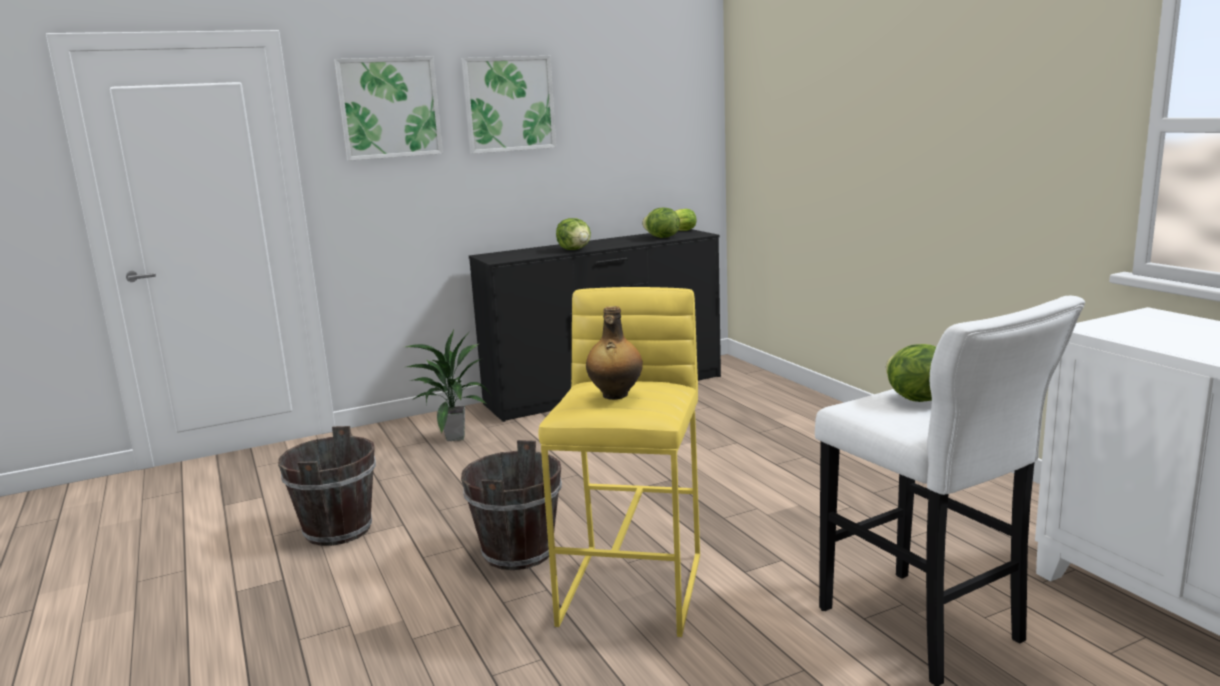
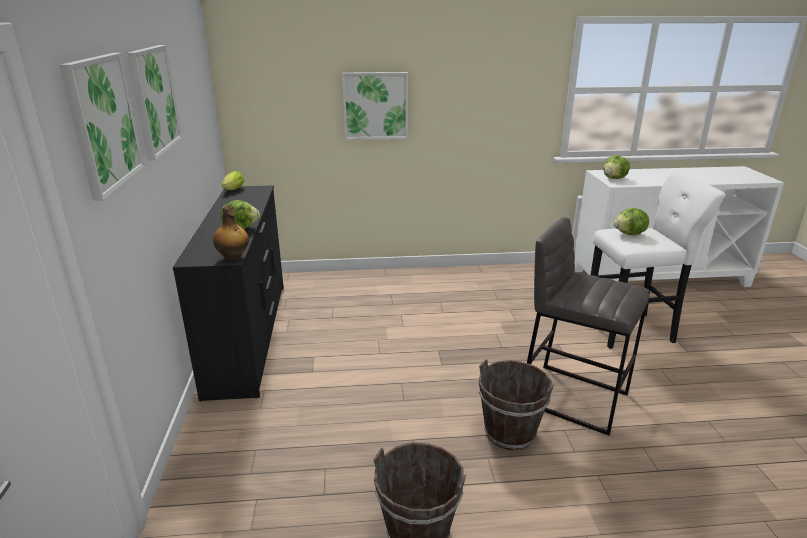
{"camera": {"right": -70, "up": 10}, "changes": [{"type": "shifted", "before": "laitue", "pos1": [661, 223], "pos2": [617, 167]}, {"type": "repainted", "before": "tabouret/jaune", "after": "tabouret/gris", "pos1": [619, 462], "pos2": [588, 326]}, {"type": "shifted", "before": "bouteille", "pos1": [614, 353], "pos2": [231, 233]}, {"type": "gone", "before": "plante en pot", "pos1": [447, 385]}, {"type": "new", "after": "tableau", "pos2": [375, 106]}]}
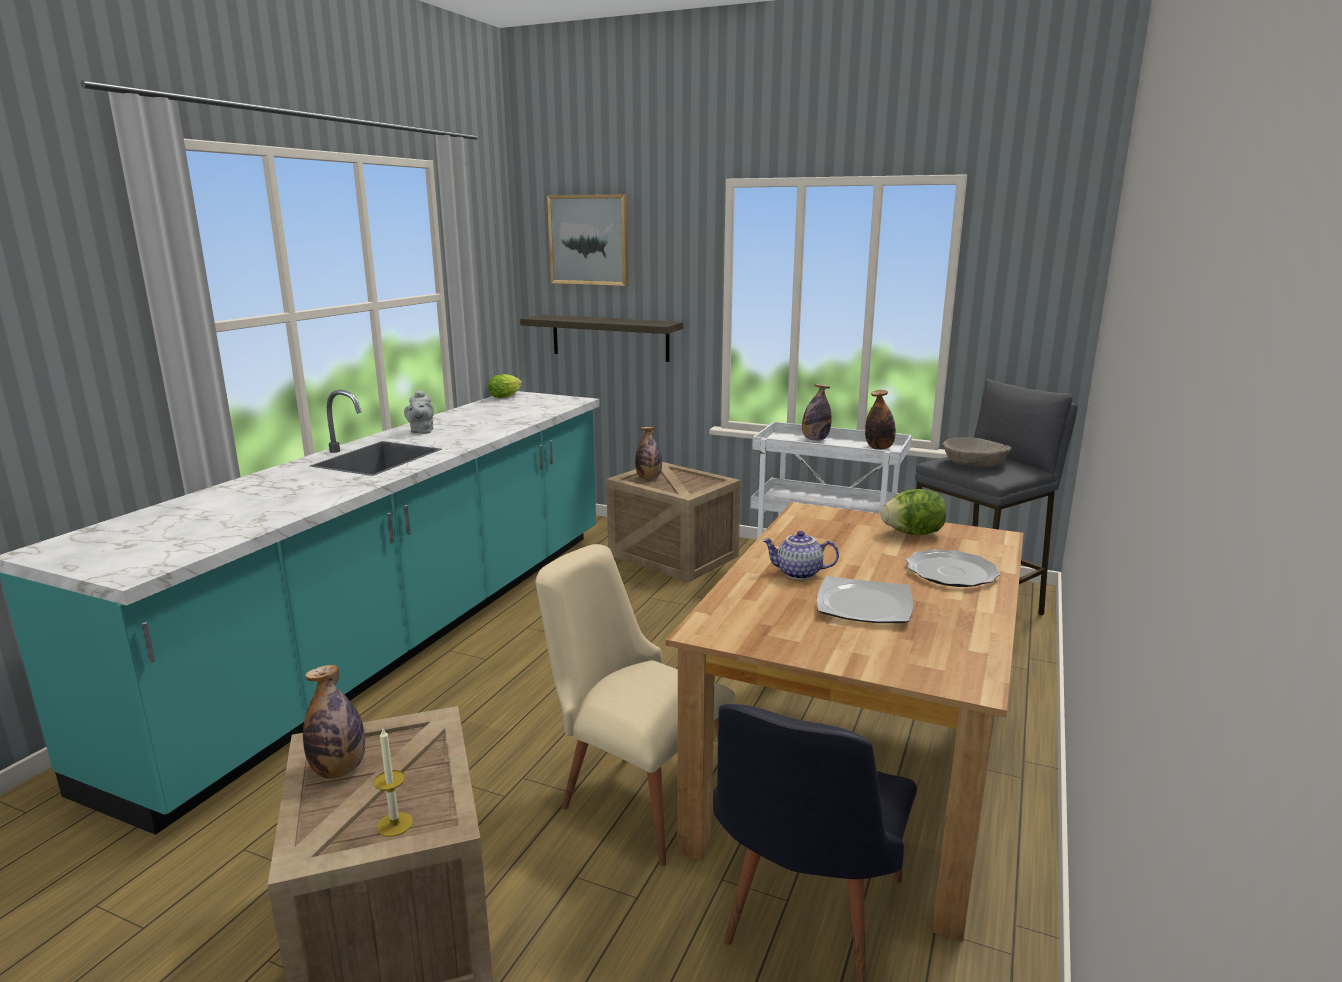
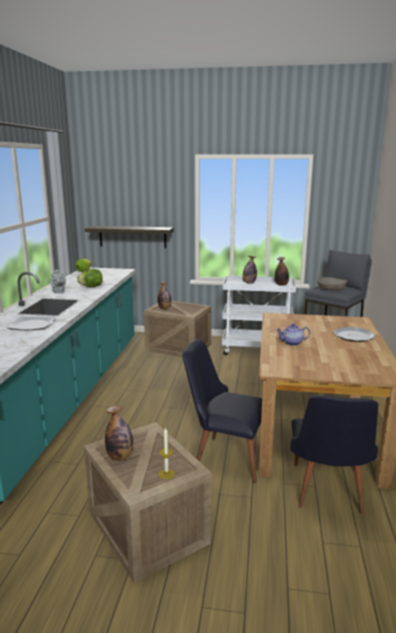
{"camera": {"right": -15, "up": 0}, "changes": [{"type": "gone", "before": "tableau", "pos1": [587, 240]}, {"type": "shifted", "before": "laitue", "pos1": [913, 512], "pos2": [90, 278]}, {"type": "repainted", "before": "chaise/beige", "after": "chaise/noir", "pos1": [635, 705], "pos2": [222, 411]}, {"type": "shifted", "before": "assiette", "pos1": [865, 599], "pos2": [31, 323]}]}
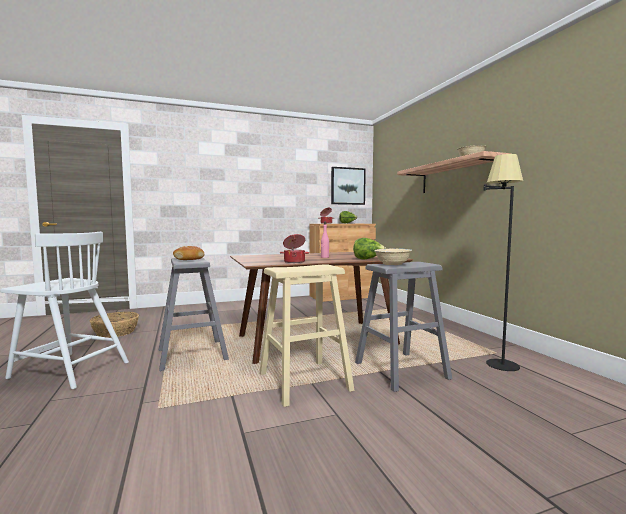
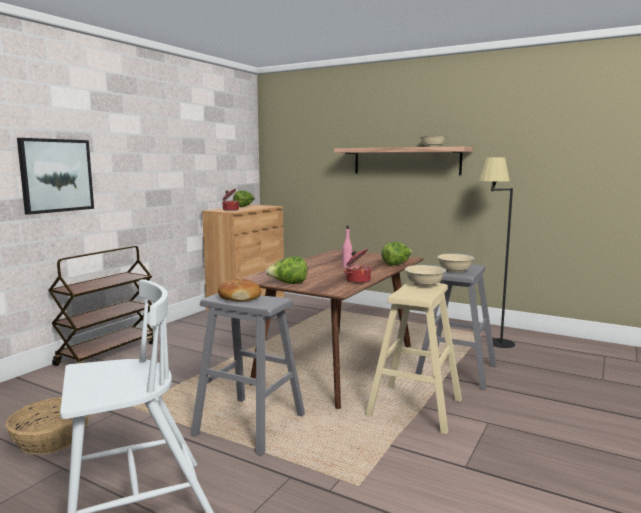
{"camera": {"right": -40, "up": 5}, "changes": [{"type": "shifted", "before": "tableau", "pos1": [348, 186], "pos2": [55, 176]}, {"type": "new", "after": "chariot/marron", "pos2": [100, 306]}, {"type": "new", "after": "laitue", "pos2": [286, 270]}, {"type": "new", "after": "bol/beige", "pos2": [425, 276]}]}
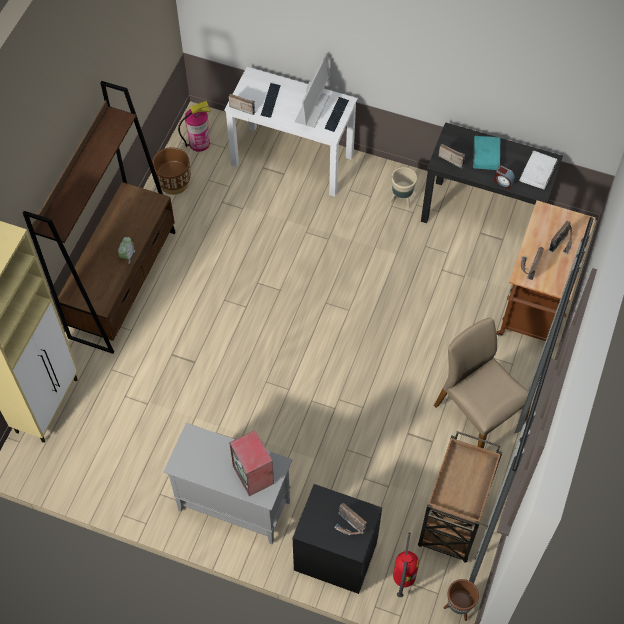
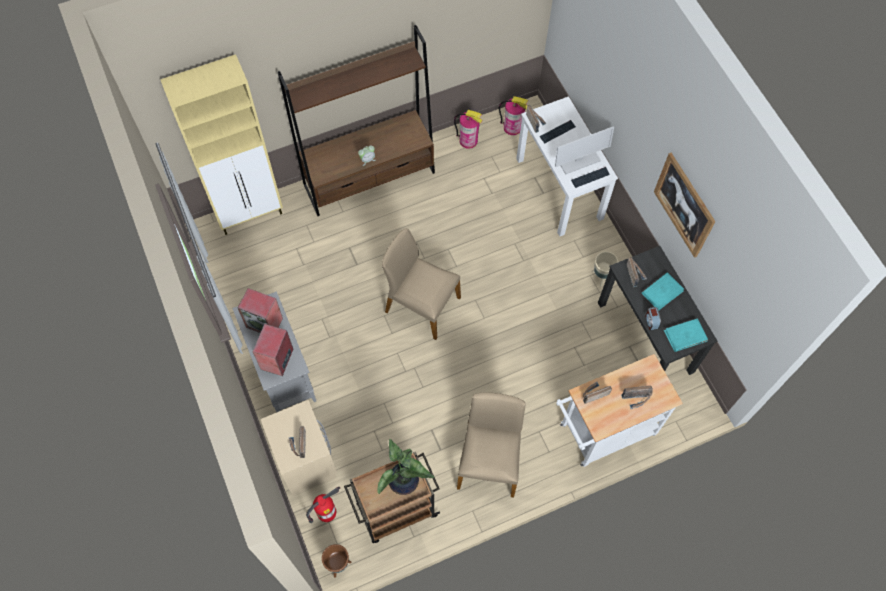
{"camera": {"right": 45, "up": 5}, "changes": [{"type": "swapped", "before": "cache-pot/marron", "after": "extincteur", "pos1": [171, 171], "pos2": [468, 129]}, {"type": "repainted", "before": "livre/blanc", "after": "livre/turquoise", "pos1": [538, 169], "pos2": [686, 335]}, {"type": "repainted", "before": "chariot/marron", "after": "chariot/blanc", "pos1": [546, 271], "pos2": [619, 410]}, {"type": "repainted", "before": "table de chevet/noir", "after": "table de chevet/beige", "pos1": [337, 539], "pos2": [298, 447]}, {"type": "new", "after": "tableau", "pos2": [685, 205]}, {"type": "new", "after": "chaise/beige", "pos2": [421, 284]}, {"type": "new", "after": "enceinte", "pos2": [260, 310]}, {"type": "new", "after": "plante en pot", "pos2": [405, 467]}]}
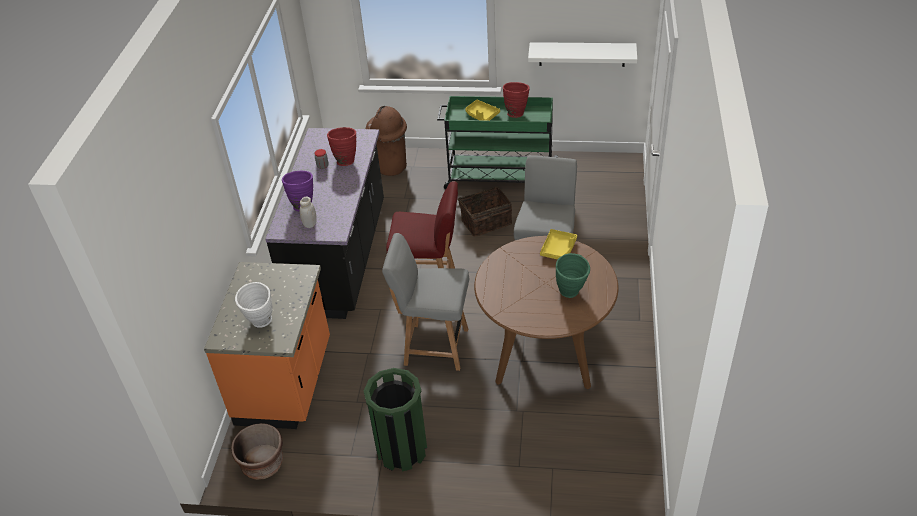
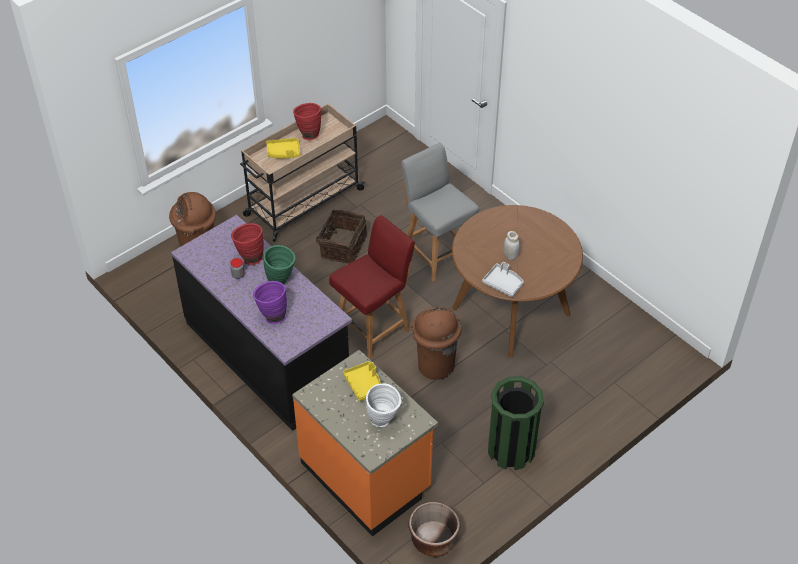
{"camera": {"right": -50, "up": 5}, "changes": [{"type": "gone", "before": "étagère/blanc", "pos1": [582, 54]}, {"type": "repainted", "before": "chariot/vert", "after": "chariot/beige", "pos1": [497, 143], "pos2": [303, 173]}, {"type": "shifted", "before": "bocal/blanc", "pos1": [308, 212], "pos2": [511, 245]}, {"type": "shifted", "before": "plateau/jaune", "pos1": [558, 244], "pos2": [362, 381]}, {"type": "swapped", "before": "chaise/gris", "after": "poubelle/marron", "pos1": [425, 302], "pos2": [436, 343]}, {"type": "shifted", "before": "vase/vert", "pos1": [573, 275], "pos2": [279, 265]}, {"type": "new", "after": "plateau/gris", "pos2": [503, 279]}]}
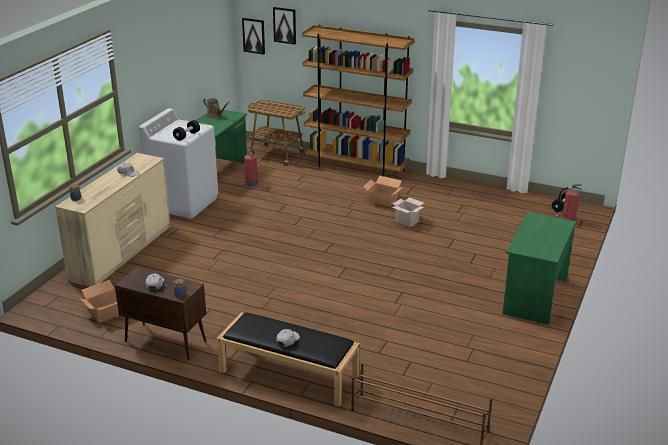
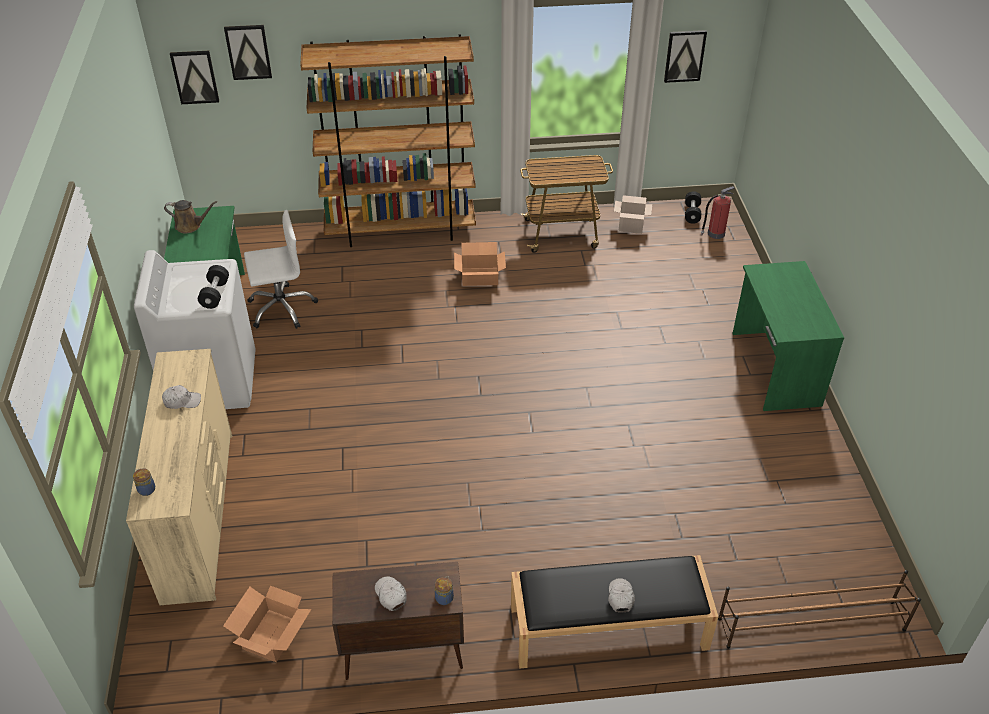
{"camera": {"right": -30, "up": 15}, "changes": [{"type": "shifted", "before": "chariot", "pos1": [276, 133], "pos2": [566, 204]}, {"type": "swapped", "before": "extincteur", "after": "chaise de bureau/blanc", "pos1": [251, 167], "pos2": [281, 269]}, {"type": "shifted", "before": "carton", "pos1": [408, 212], "pos2": [633, 214]}, {"type": "new", "after": "tableau", "pos2": [685, 56]}]}
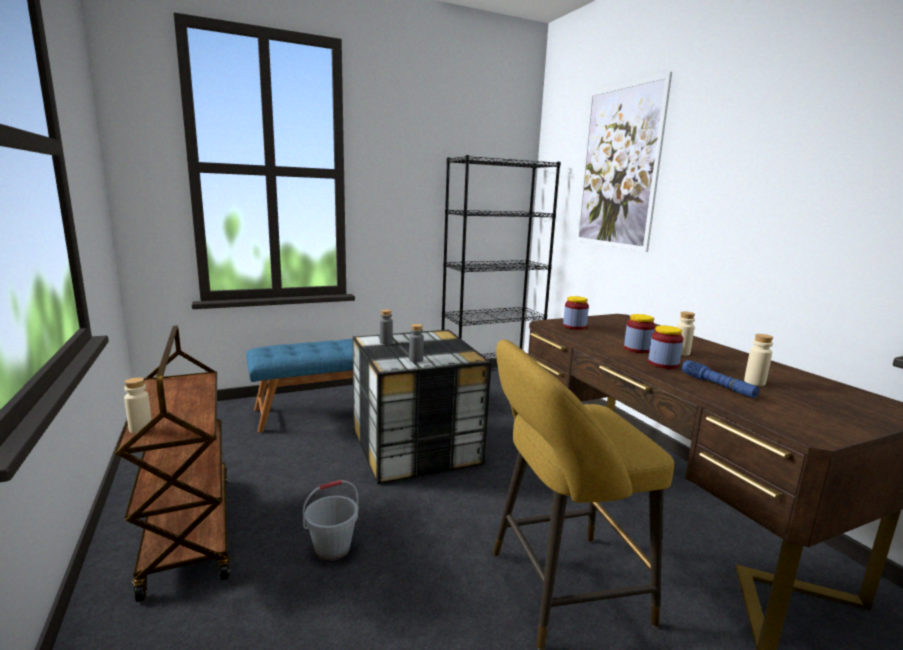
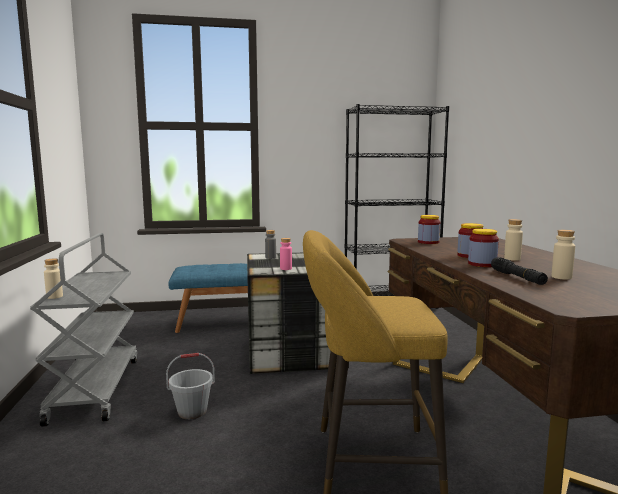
{"camera": {"right": 15, "up": -5}, "changes": [{"type": "gone", "before": "tableau", "pos1": [624, 162]}, {"type": "repainted", "before": "bouteille/gris", "after": "bouteille/rose", "pos1": [416, 343], "pos2": [286, 254]}, {"type": "repainted", "before": "chariot/marron", "after": "chariot/gris", "pos1": [172, 464], "pos2": [83, 330]}, {"type": "repainted", "before": "lampe de poche/bleu", "after": "lampe de poche/noir", "pos1": [721, 379], "pos2": [519, 271]}]}
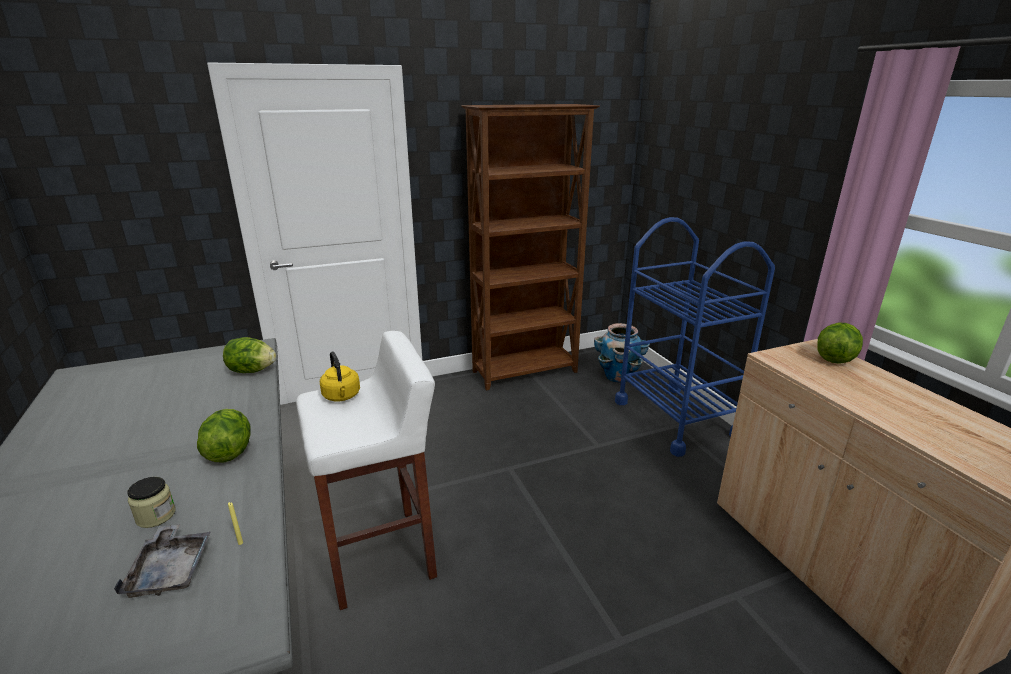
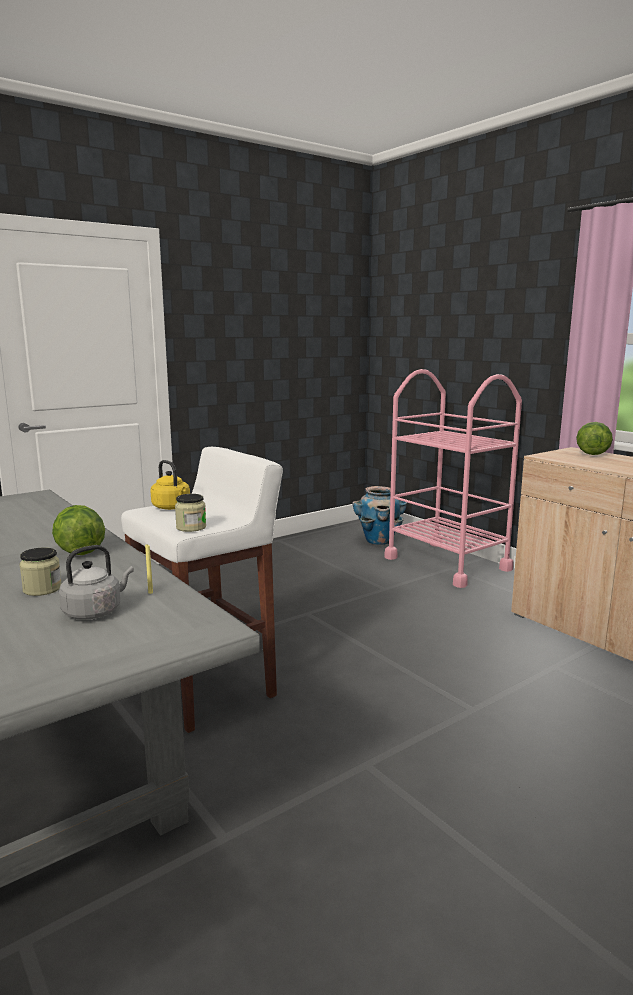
{"camera": {"right": -15, "up": -10}, "changes": [{"type": "gone", "before": "bibliothèque/marron", "pos1": [530, 247]}, {"type": "repainted", "before": "chariot/bleu", "after": "chariot/rose", "pos1": [695, 337], "pos2": [453, 478]}, {"type": "gone", "before": "laitue", "pos1": [249, 355]}, {"type": "swapped", "before": "plateau/gris", "after": "bouilloire/gris", "pos1": [162, 561], "pos2": [96, 582]}, {"type": "new", "after": "bocal", "pos2": [190, 513]}]}
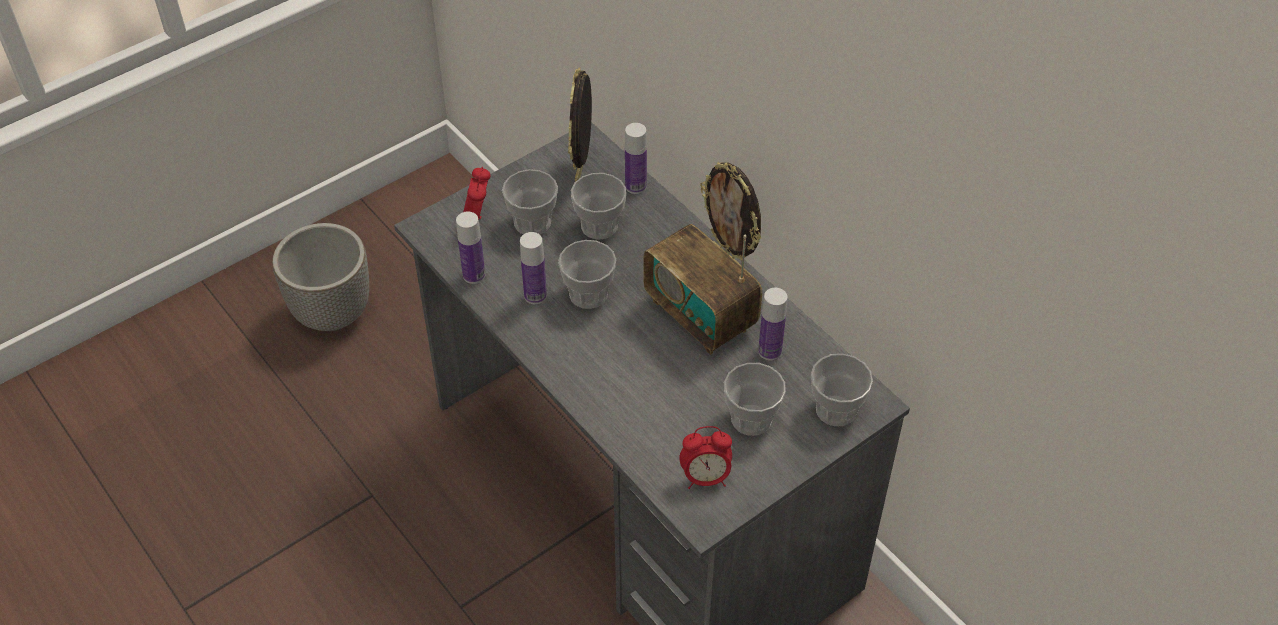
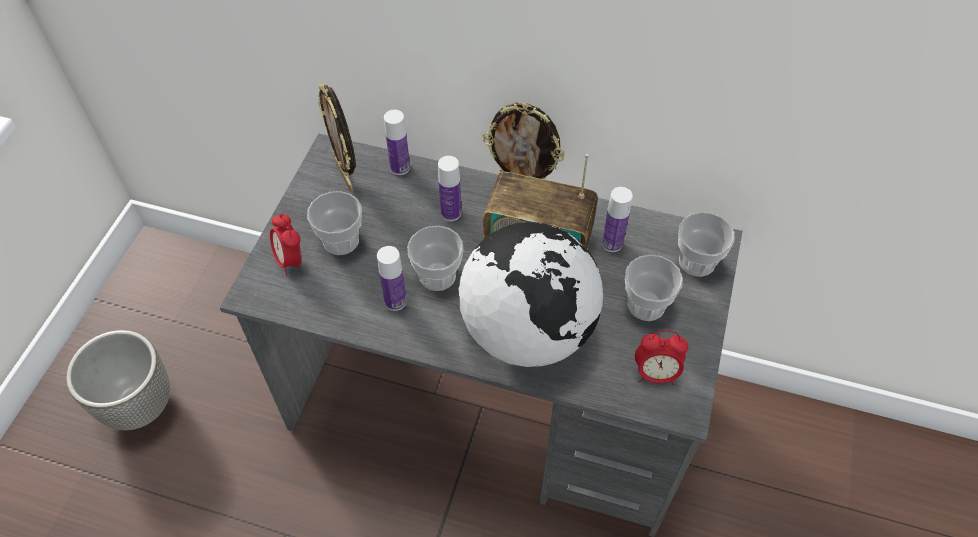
{"camera": {"right": -35, "up": 5}, "changes": [{"type": "gone", "before": "tasse", "pos1": [598, 206]}, {"type": "shifted", "before": "bouteille", "pos1": [470, 247], "pos2": [449, 188]}, {"type": "rotated", "before": "réveil", "pos1": [705, 457], "pos2": [661, 357], "turn": 45}, {"type": "new", "after": "globe", "pos2": [531, 294]}]}
